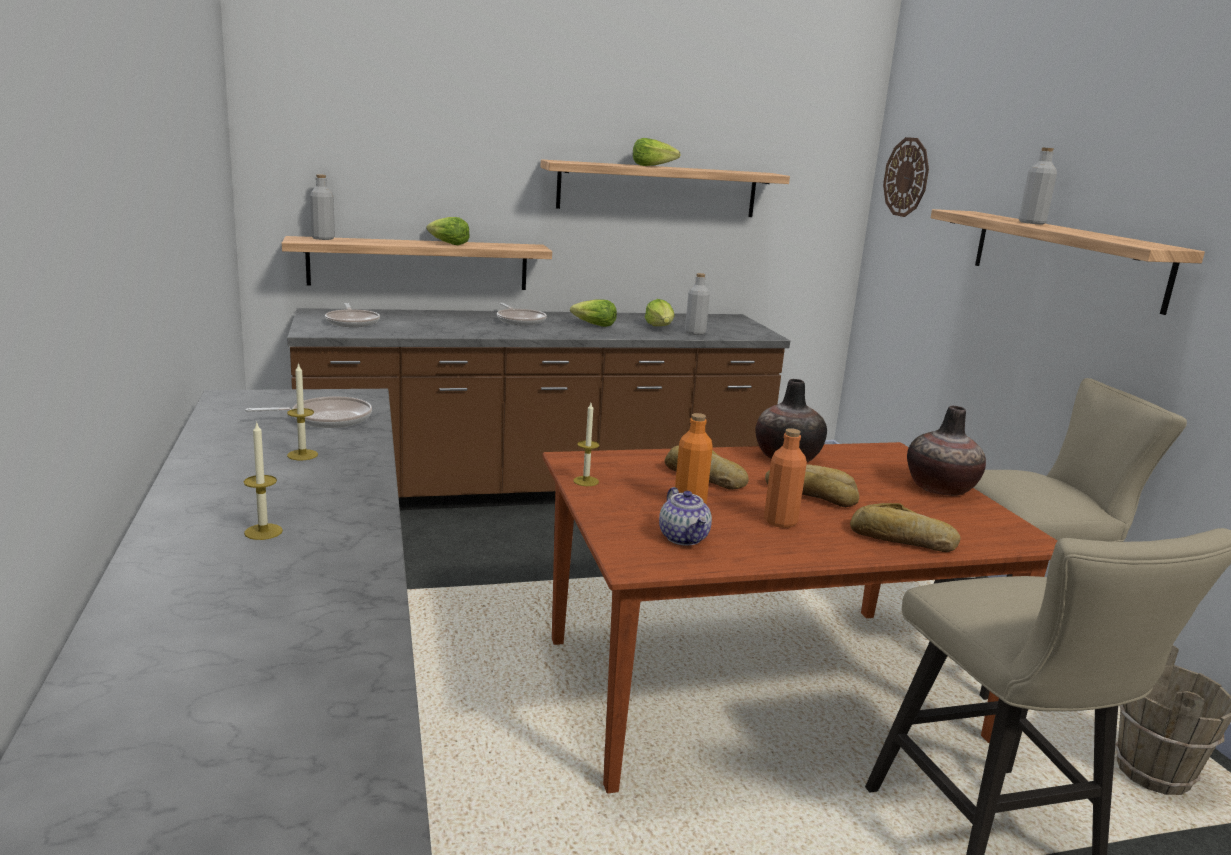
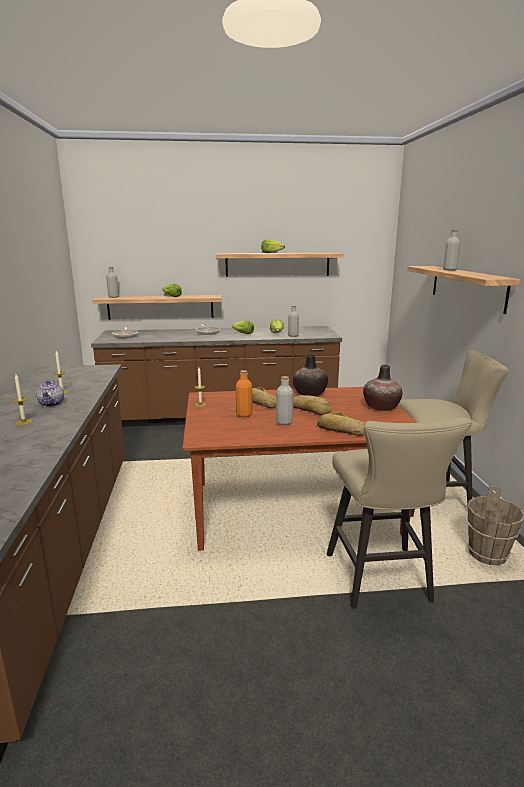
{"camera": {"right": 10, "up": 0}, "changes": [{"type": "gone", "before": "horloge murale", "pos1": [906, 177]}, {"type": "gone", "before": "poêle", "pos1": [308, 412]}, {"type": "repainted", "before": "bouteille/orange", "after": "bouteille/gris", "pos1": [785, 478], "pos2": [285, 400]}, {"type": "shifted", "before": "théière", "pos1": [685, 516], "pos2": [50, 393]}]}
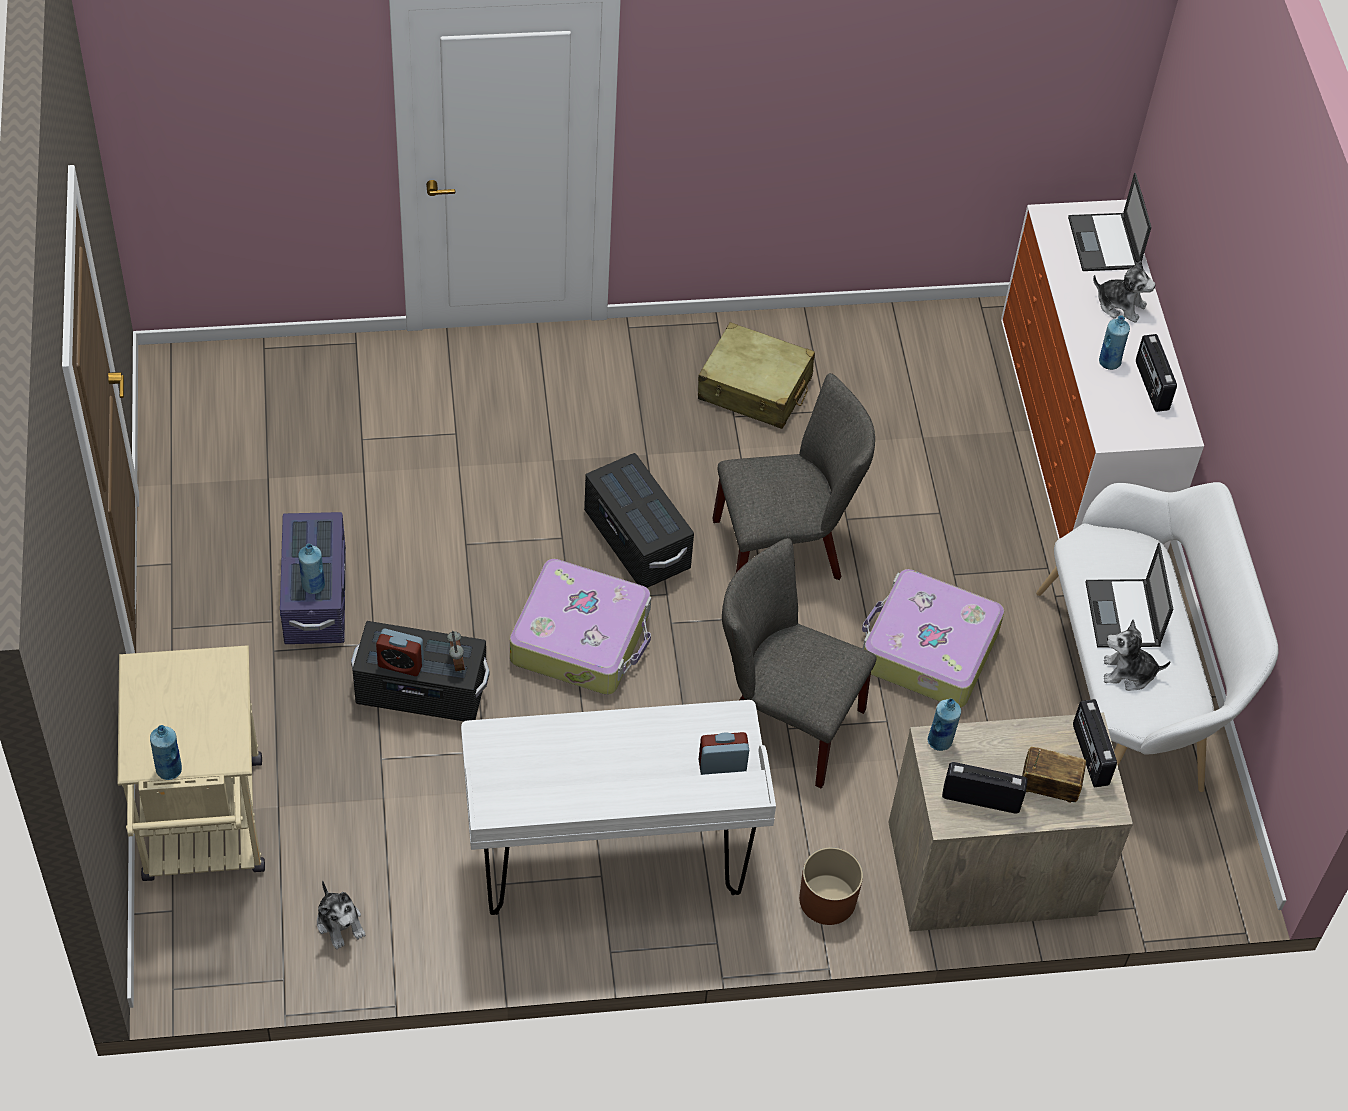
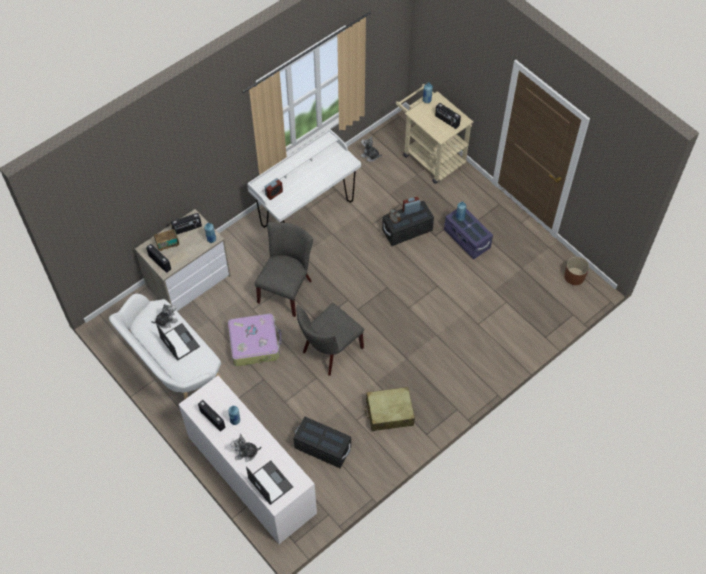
{"camera": {"right": 150, "up": 5}, "changes": [{"type": "shifted", "before": "boîte de rangement/noir", "pos1": [639, 520], "pos2": [322, 442]}, {"type": "rotated", "before": "chaise/gris", "pos1": [799, 663], "pos2": [284, 269], "turn": -60}, {"type": "gone", "before": "valise", "pos1": [580, 627]}, {"type": "shifted", "before": "cache-pot/marron", "pos1": [831, 886], "pos2": [576, 271]}, {"type": "new", "after": "radio", "pos2": [448, 116]}]}
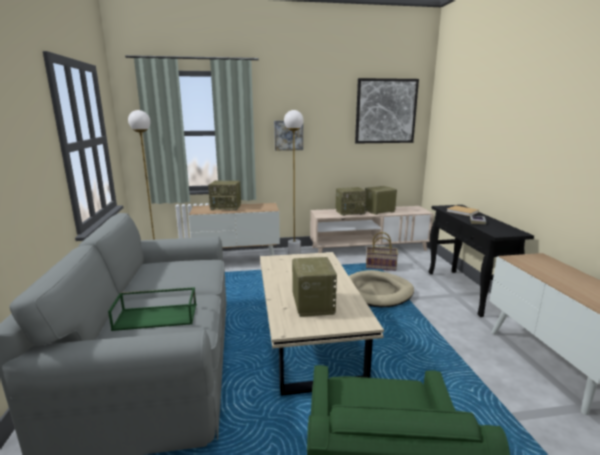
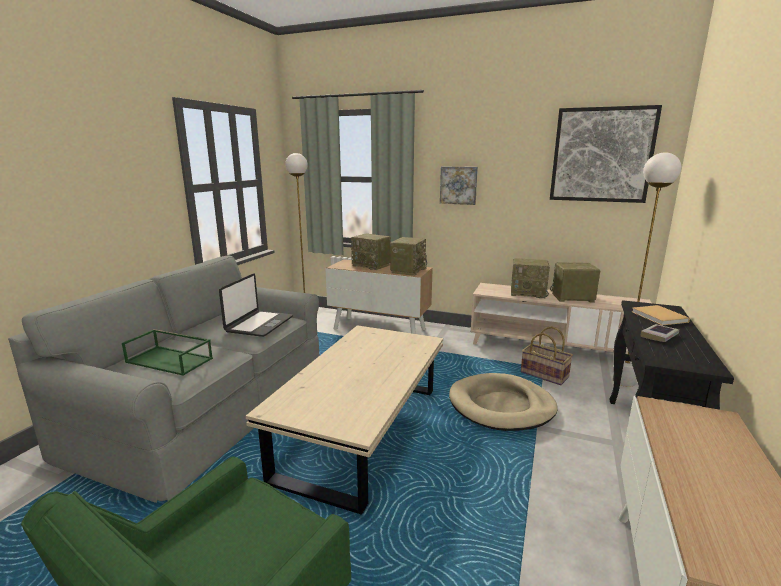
{"camera": {"right": 30, "up": 0}, "changes": [{"type": "shifted", "before": "lampadaire/blanc", "pos1": [294, 182], "pos2": [647, 269]}, {"type": "shifted", "before": "radio", "pos1": [314, 287], "pos2": [408, 256]}, {"type": "new", "after": "ordinateur portable", "pos2": [256, 305]}]}
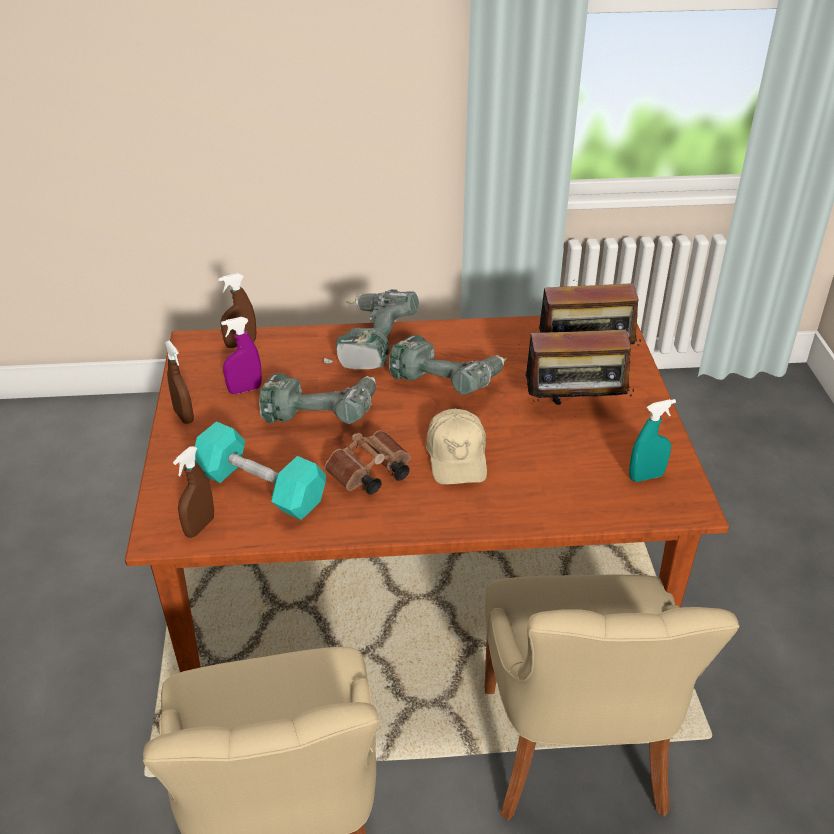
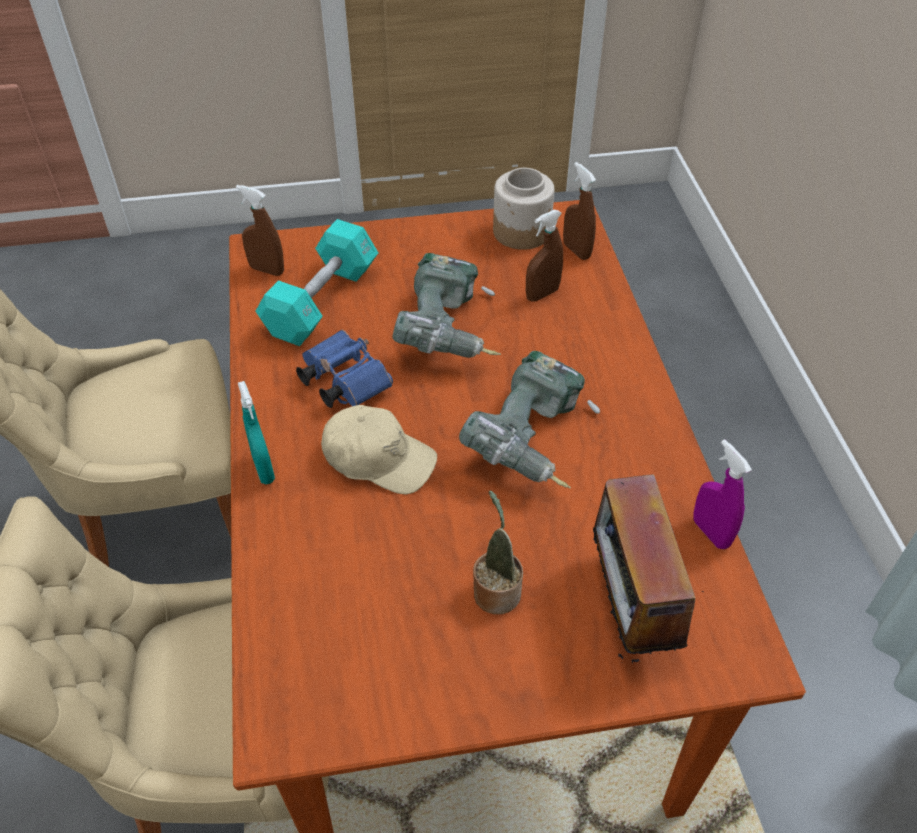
{"camera": {"right": 85, "up": 10}, "changes": [{"type": "gone", "before": "perceuse", "pos1": [371, 329]}, {"type": "shifted", "before": "vaporisateur/violet", "pos1": [241, 355], "pos2": [723, 494]}, {"type": "swapped", "before": "radio", "after": "plante en pot", "pos1": [576, 366], "pos2": [498, 552]}, {"type": "shifted", "before": "vaporisateur/marron", "pos1": [179, 382], "pos2": [544, 255]}, {"type": "shifted", "before": "vaporisateur/turquoise", "pos1": [652, 440], "pos2": [256, 432]}, {"type": "rotated", "before": "casquette/beige", "pos1": [456, 447], "pos2": [379, 449], "turn": -150}, {"type": "repainted", "before": "jumelles/marron", "after": "jumelles/bleu", "pos1": [368, 462], "pos2": [344, 369]}, {"type": "new", "after": "bocal", "pos2": [524, 209]}]}
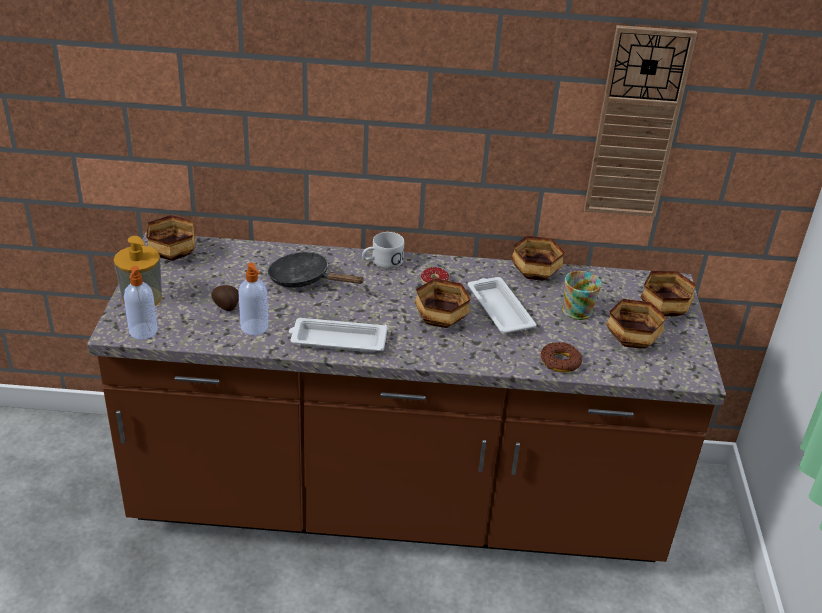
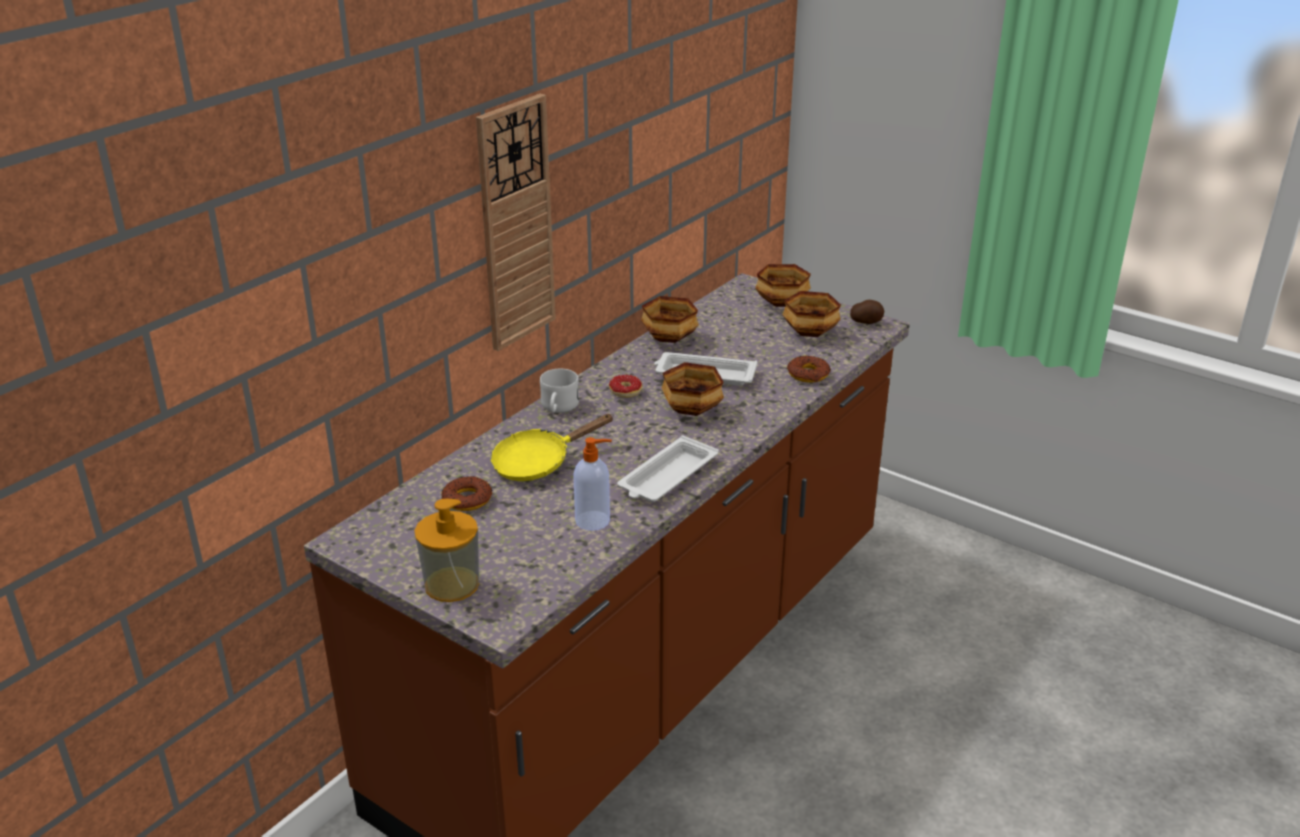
{"camera": {"right": -55, "up": -5}, "changes": [{"type": "shifted", "before": "horloge murale", "pos1": [640, 121], "pos2": [516, 222]}, {"type": "gone", "before": "bol", "pos1": [171, 238]}, {"type": "repainted", "before": "poêle/noir", "after": "poêle/jaune", "pos1": [316, 270], "pos2": [552, 447]}, {"type": "gone", "before": "distributeur de savon", "pos1": [141, 302]}, {"type": "gone", "before": "mug", "pos1": [582, 295]}, {"type": "shifted", "before": "pomme de terre", "pos1": [225, 298], "pos2": [867, 312]}, {"type": "new", "after": "beignet", "pos2": [467, 493]}]}
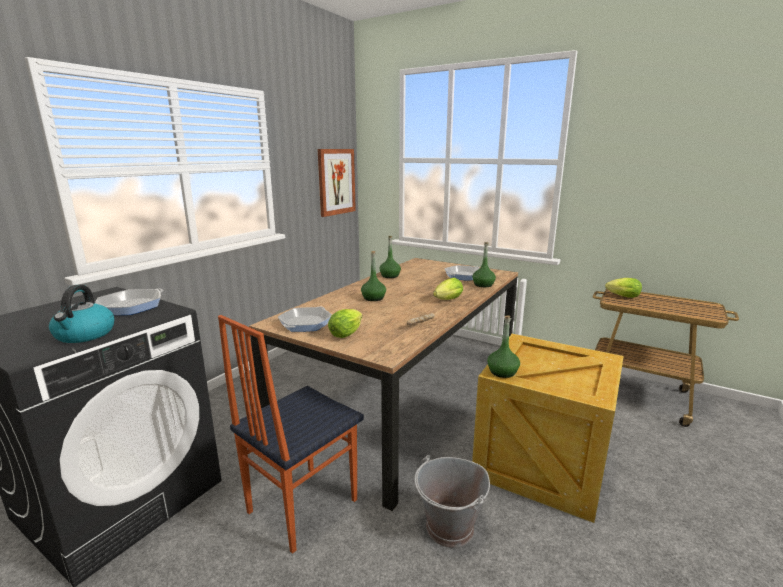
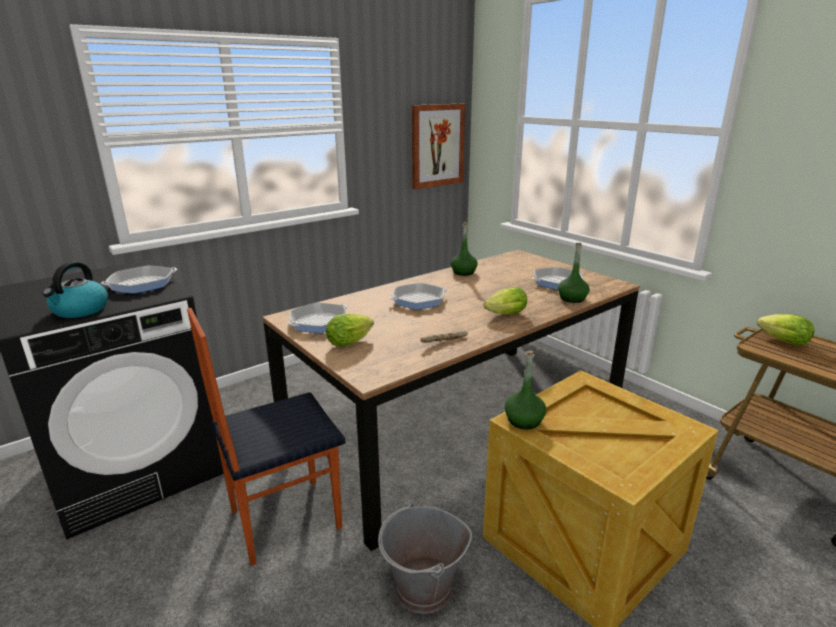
{"camera": {"right": 20, "up": 5}, "changes": [{"type": "swapped", "before": "bouteille/vert", "after": "poêle", "pos1": [373, 276], "pos2": [418, 296]}]}
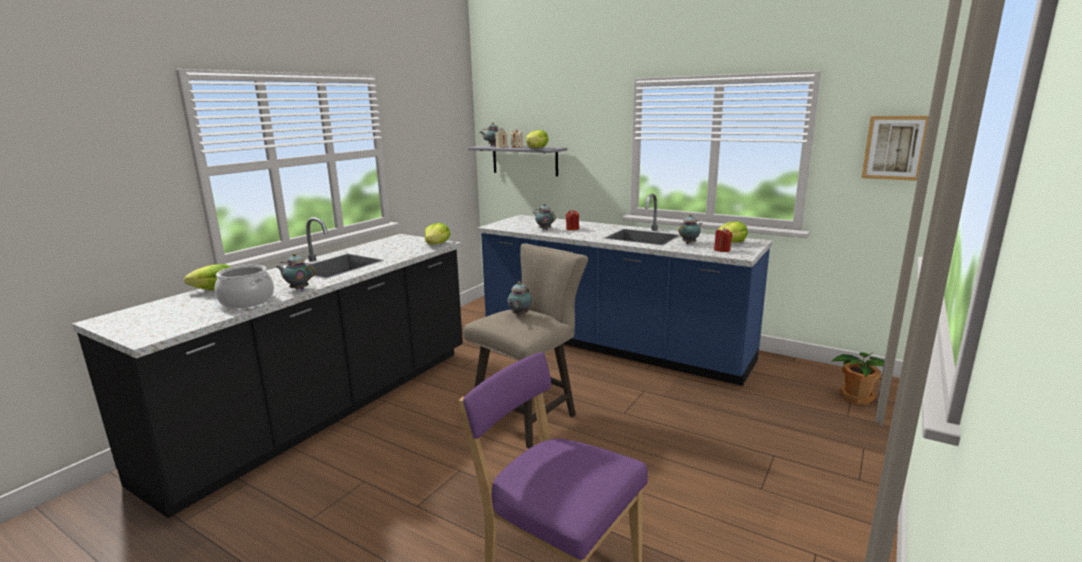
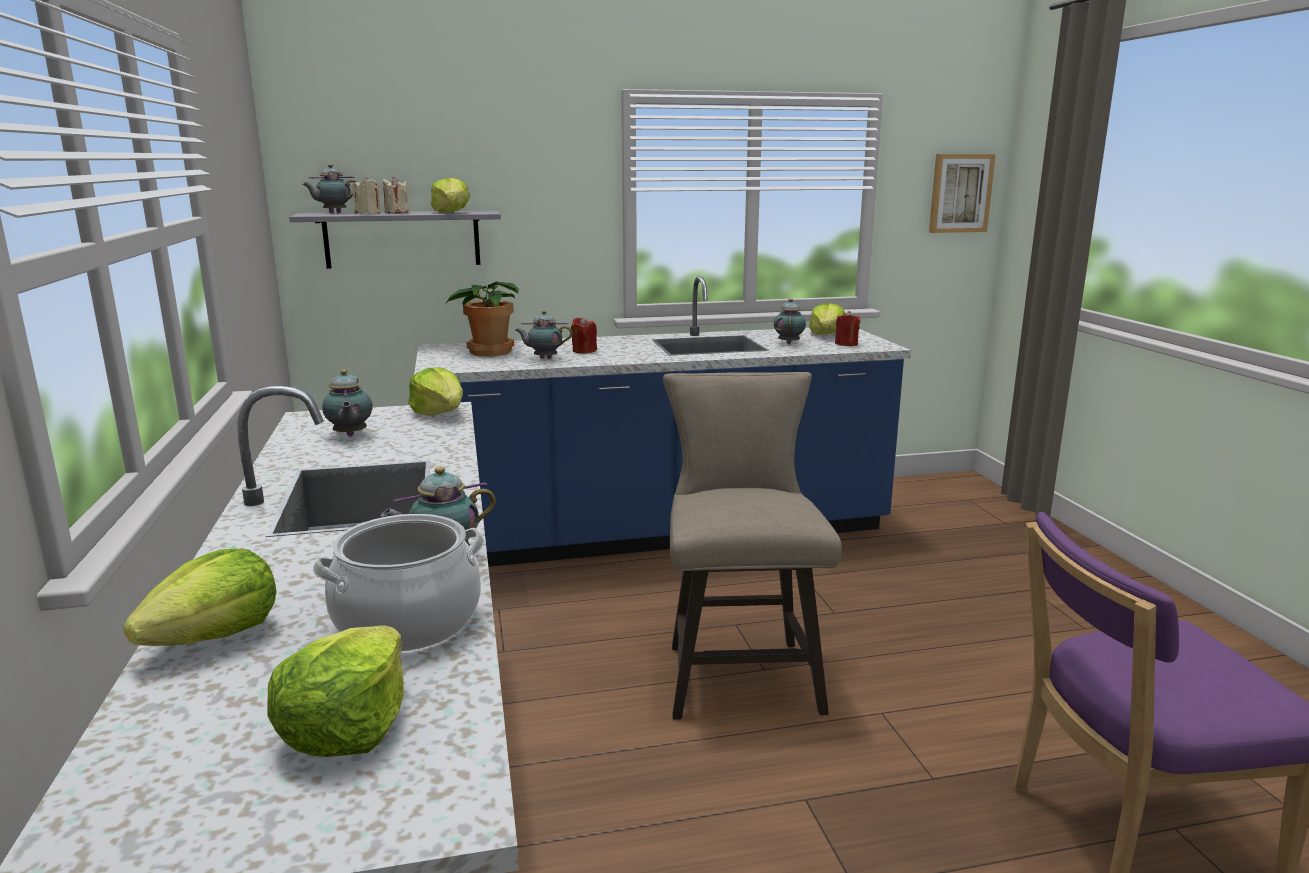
{"camera": {"right": -45, "up": 0}, "changes": [{"type": "shifted", "before": "théière", "pos1": [519, 298], "pos2": [347, 402]}, {"type": "shifted", "before": "plante en pot", "pos1": [858, 378], "pos2": [482, 318]}, {"type": "new", "after": "laitue", "pos2": [335, 691]}]}
